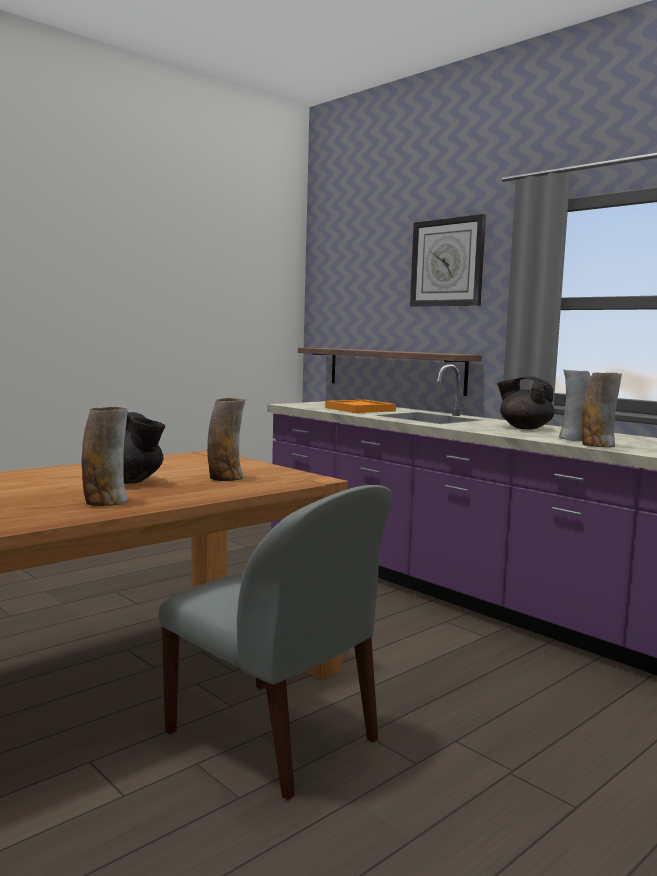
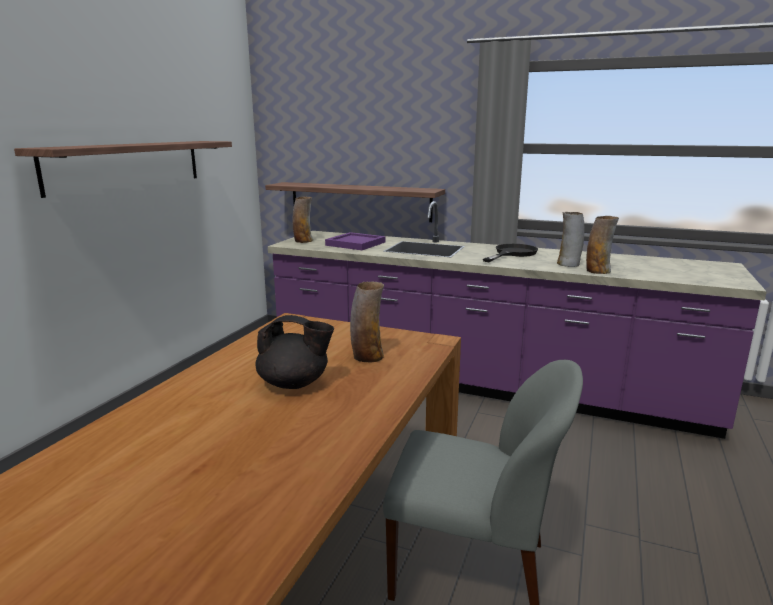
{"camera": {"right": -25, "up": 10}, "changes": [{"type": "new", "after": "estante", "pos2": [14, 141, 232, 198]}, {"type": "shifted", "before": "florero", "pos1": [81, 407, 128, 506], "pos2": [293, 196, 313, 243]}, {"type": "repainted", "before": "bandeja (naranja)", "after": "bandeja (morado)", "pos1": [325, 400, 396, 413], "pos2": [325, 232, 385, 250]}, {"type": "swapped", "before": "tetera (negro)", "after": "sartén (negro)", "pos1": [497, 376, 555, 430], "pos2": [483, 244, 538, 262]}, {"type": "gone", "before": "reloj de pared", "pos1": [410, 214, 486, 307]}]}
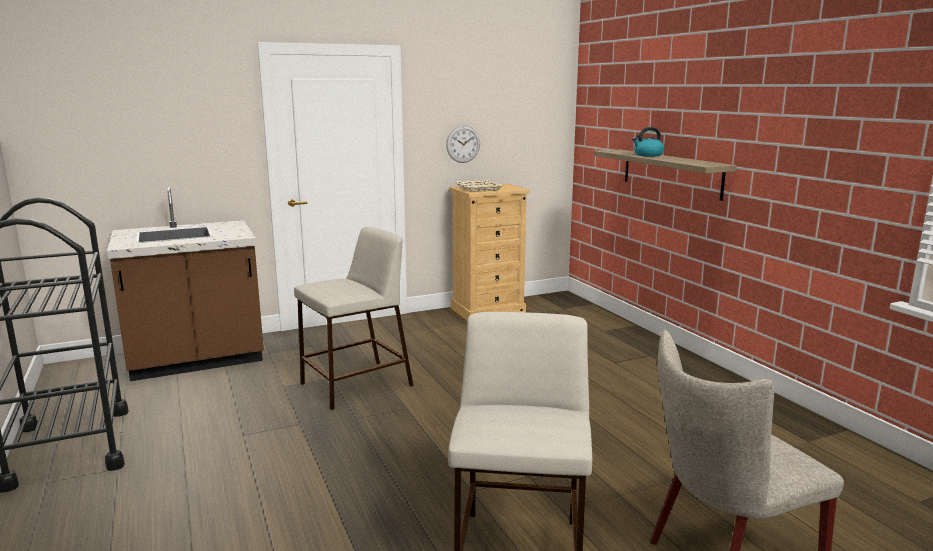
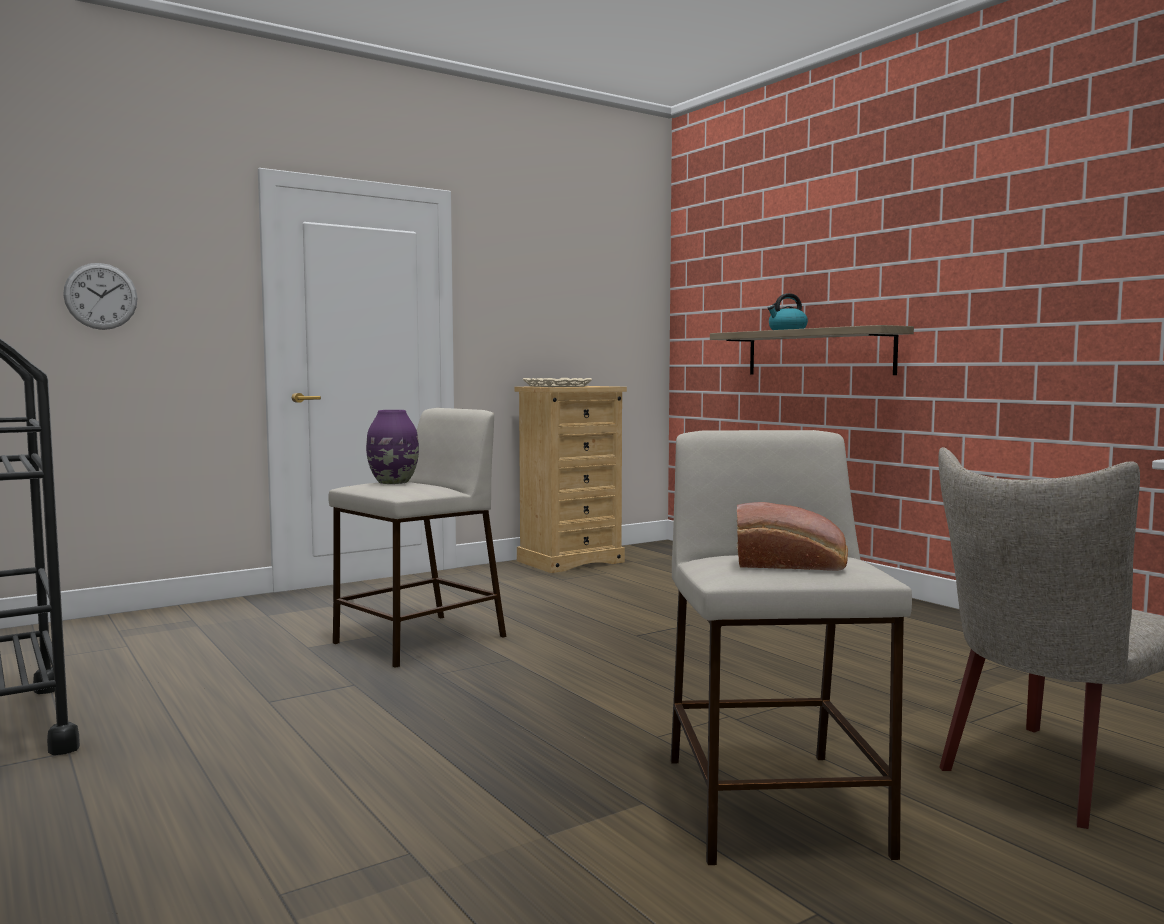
{"camera": {"right": -10, "up": -10}, "changes": [{"type": "shifted", "before": "reloj de pared", "pos1": [446, 126, 480, 163], "pos2": [63, 263, 138, 330]}, {"type": "new", "after": "florero (morado)", "pos2": [366, 410, 419, 484]}, {"type": "new", "after": "pan", "pos2": [736, 502, 848, 571]}, {"type": "gone", "before": "mueble bajo de cocina (marrón)", "pos1": [107, 187, 264, 381]}]}
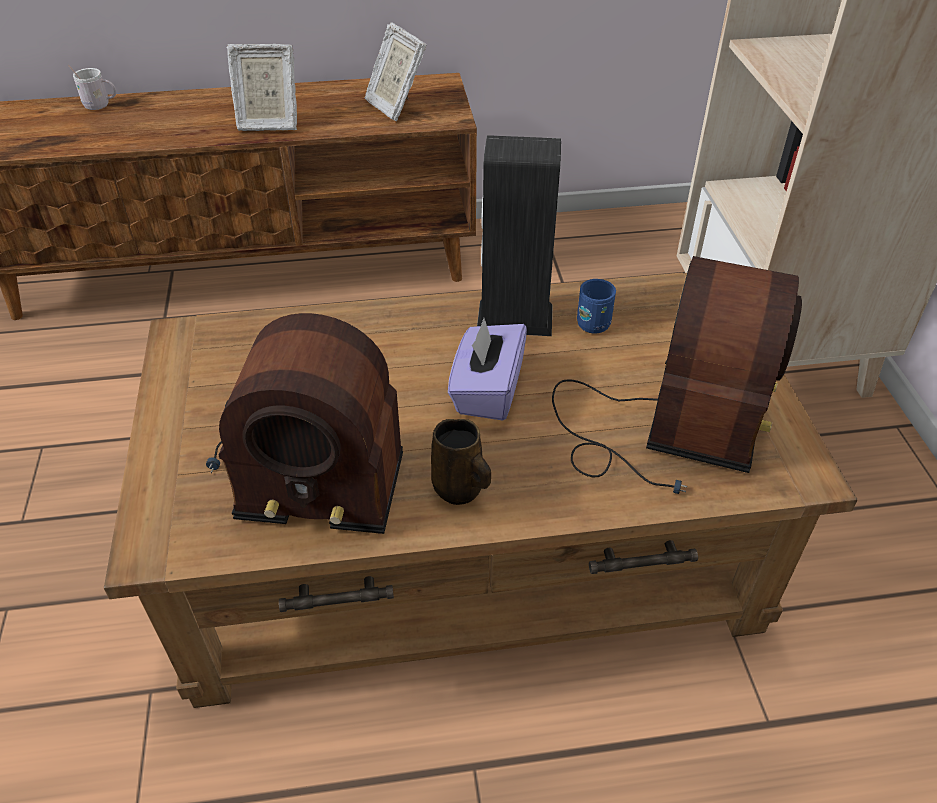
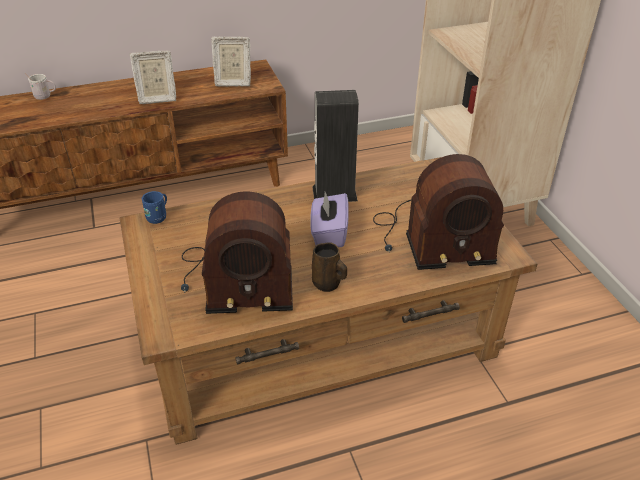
{"camera": {"right": -10, "up": -5}, "changes": [{"type": "shifted", "before": "taza grande (azul)", "pos1": [577, 279, 616, 333], "pos2": [142, 191, 167, 224]}, {"type": "rotated", "before": "portarretratos", "pos1": [364, 22, 427, 121], "pos2": [211, 37, 251, 87], "turn": -45}, {"type": "rotated", "before": "radio", "pos1": [552, 256, 802, 494], "pos2": [373, 154, 504, 270], "turn": 75}]}
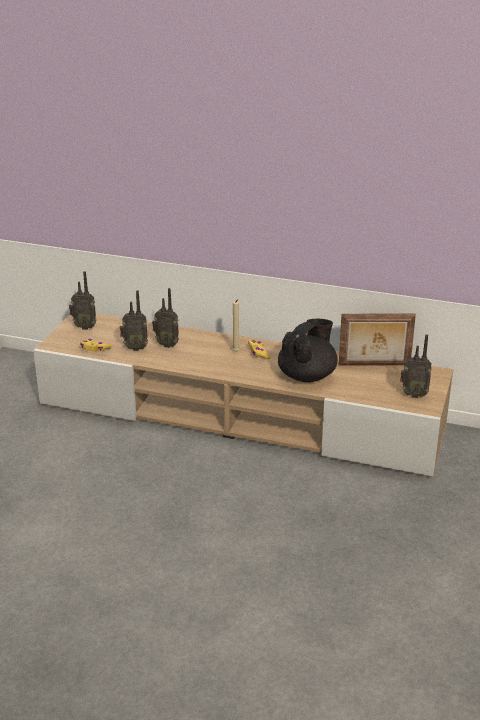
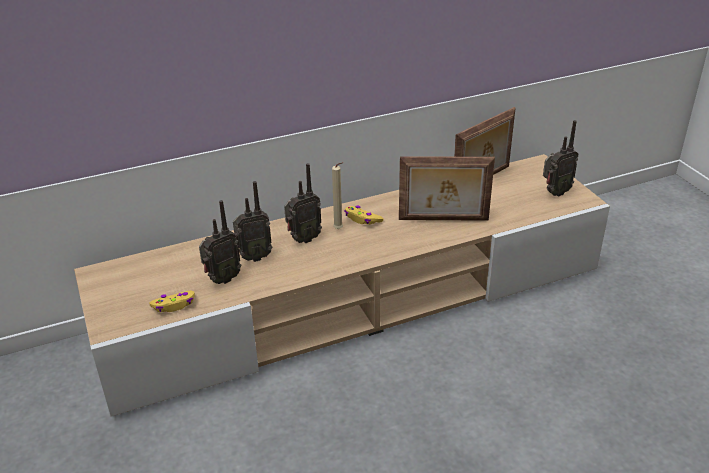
{"camera": {"right": -40, "up": 5}, "changes": [{"type": "shifted", "before": "radio", "pos1": [69, 271, 97, 330], "pos2": [284, 163, 322, 243]}, {"type": "swapped", "before": "tetera (negro)", "after": "portarretratos", "pos1": [278, 319, 338, 382], "pos2": [399, 156, 495, 221]}]}
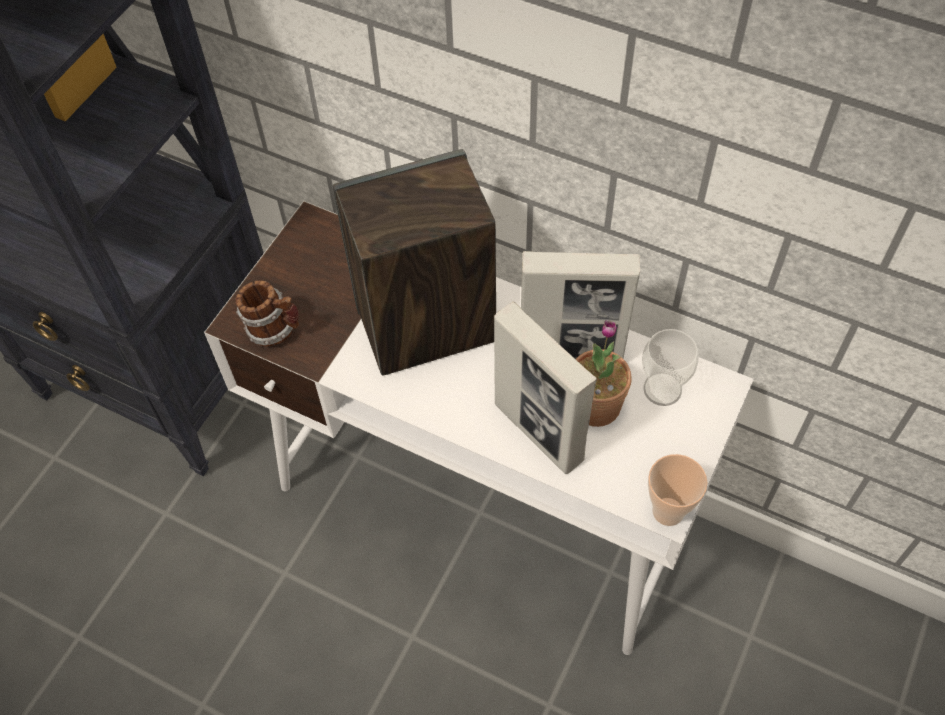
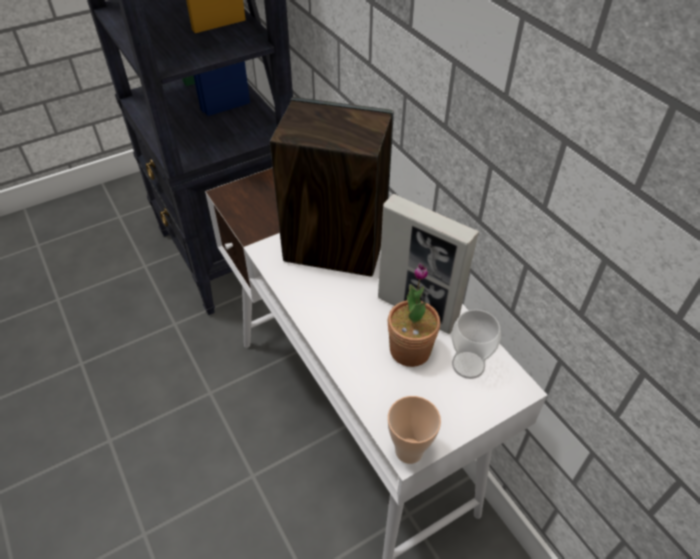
{"camera": {"right": 30, "up": -10}, "changes": [{"type": "gone", "before": "taza grande", "pos1": [236, 280, 299, 347]}, {"type": "gone", "before": "portarretratos", "pos1": [494, 302, 597, 474]}]}
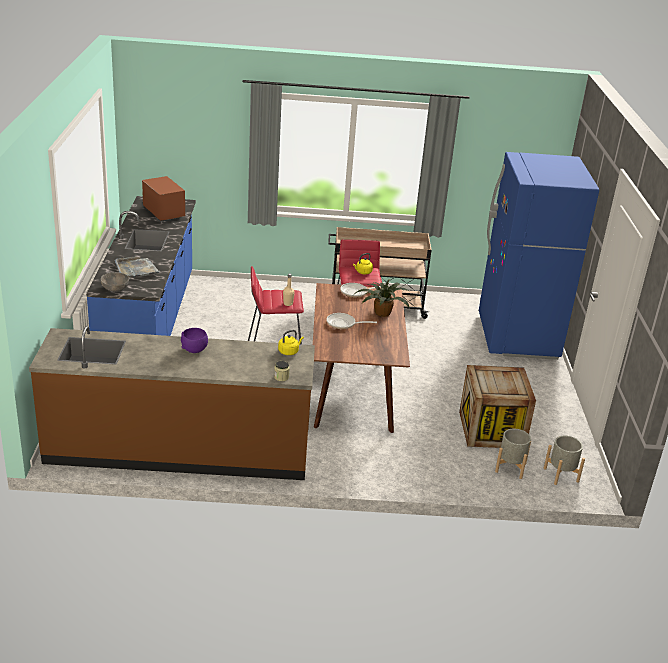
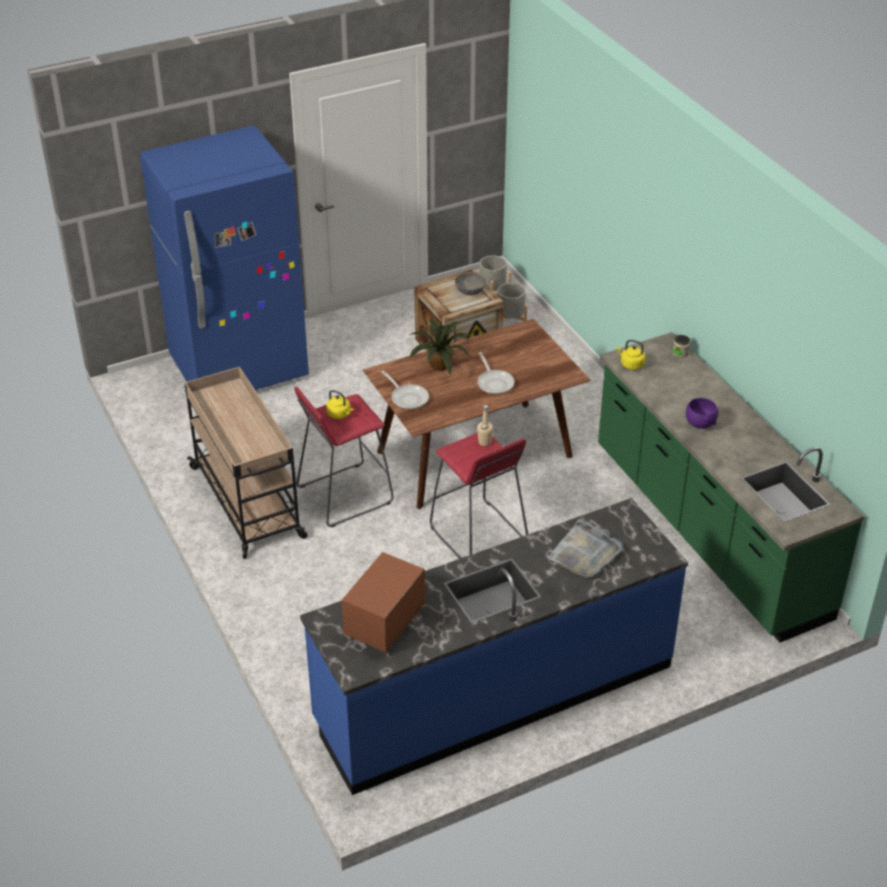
{"camera": {"right": -115, "up": 10}, "changes": [{"type": "shifted", "before": "cuenco (gris)", "pos1": [101, 272, 129, 292], "pos2": [455, 272, 486, 295]}, {"type": "repainted", "before": "mueble bajo de cocina (marrón)", "after": "mueble bajo de cocina (verde)", "pos1": [29, 326, 315, 480], "pos2": [598, 332, 864, 642]}]}
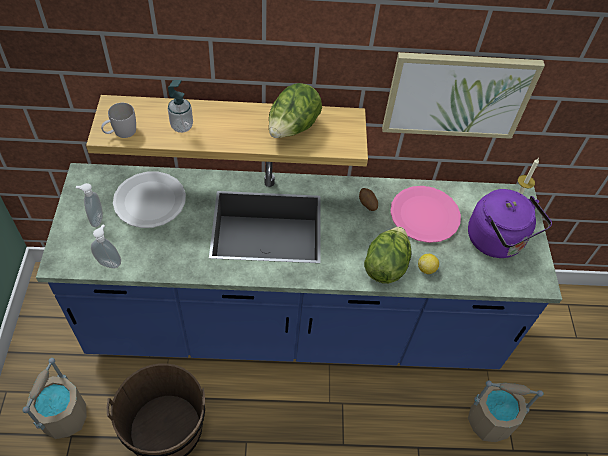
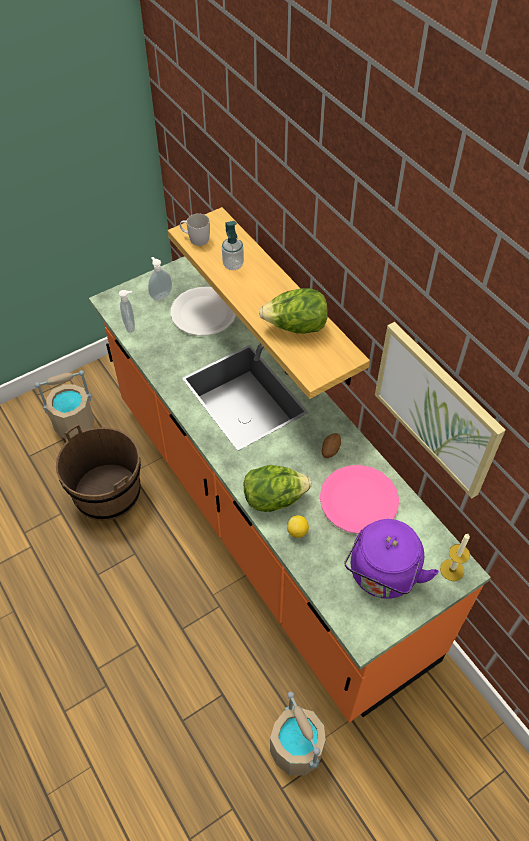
{"camera": {"right": 60, "up": 0}, "changes": [{"type": "repainted", "before": "mueble bajo de cocina (azul)", "after": "mueble bajo de cocina (naranja)", "pos1": [36, 162, 562, 369], "pos2": [89, 256, 491, 723]}]}
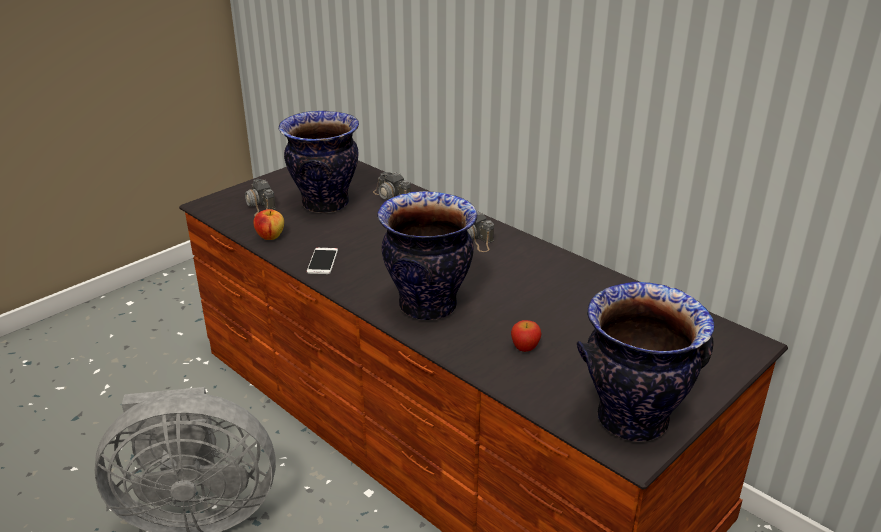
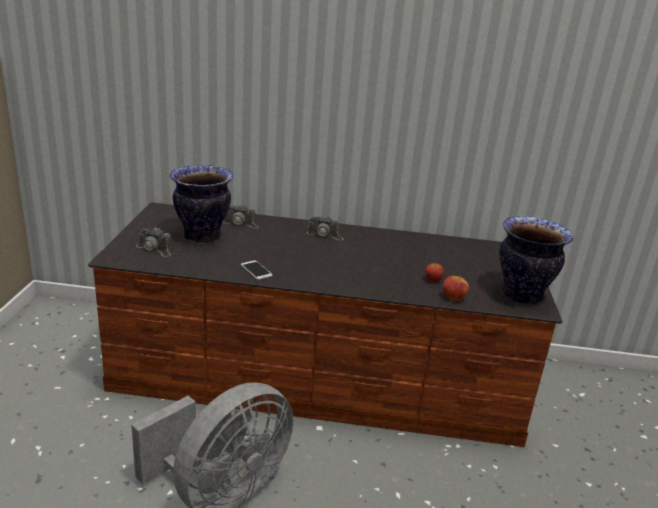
{"camera": {"right": -40, "up": -5}, "changes": [{"type": "shifted", "before": "manzana", "pos1": [253, 209, 284, 240], "pos2": [443, 276, 469, 301]}, {"type": "gone", "before": "florero", "pos1": [377, 191, 478, 320]}]}
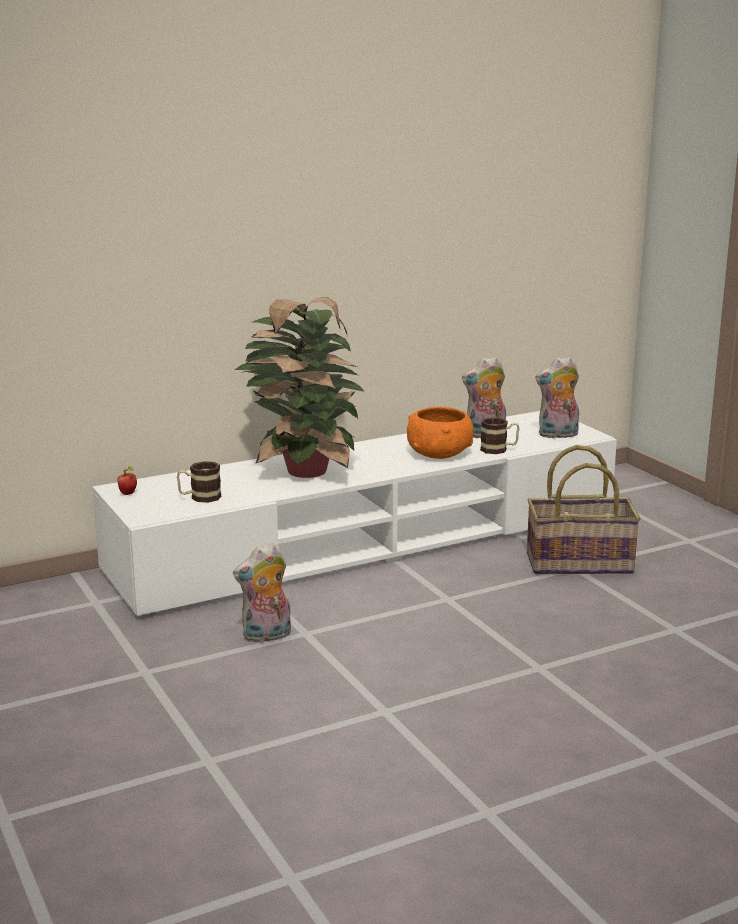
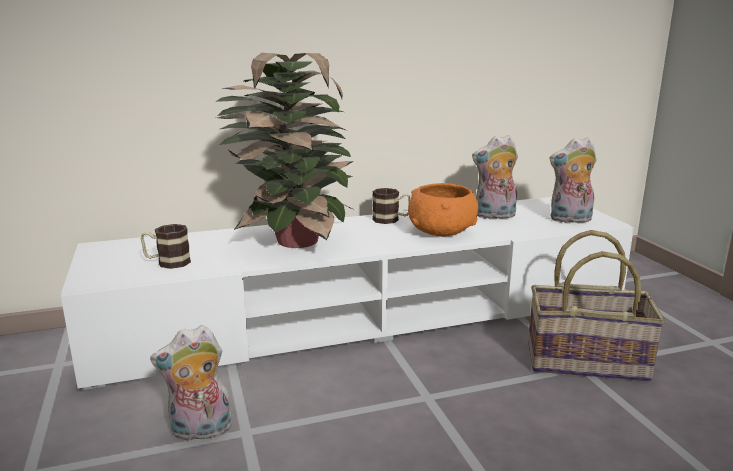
{"camera": {"right": 10, "up": 0}, "changes": [{"type": "shifted", "before": "taza grande", "pos1": [480, 418, 519, 454], "pos2": [372, 188, 411, 224]}, {"type": "gone", "before": "manzana", "pos1": [117, 466, 137, 495]}]}
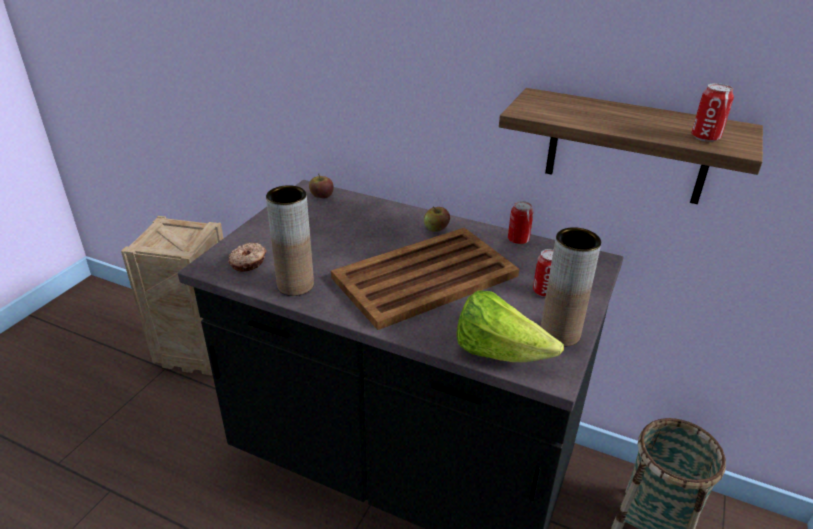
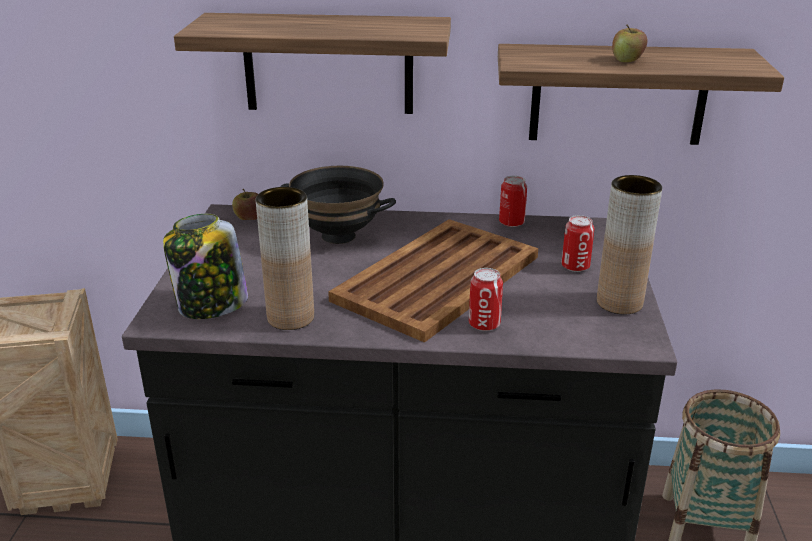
{"camera": {"right": -20, "up": -5}, "changes": [{"type": "swapped", "before": "rosquilla", "after": "tarro", "pos1": [228, 243, 266, 272], "pos2": [163, 214, 248, 319]}, {"type": "new", "after": "estante", "pos2": [174, 13, 451, 114]}, {"type": "new", "after": "cuenco (negro)", "pos2": [280, 166, 396, 244]}, {"type": "shifted", "before": "lata", "pos1": [691, 83, 734, 142], "pos2": [469, 268, 503, 331]}, {"type": "shifted", "before": "manzana", "pos1": [424, 206, 450, 232], "pos2": [612, 25, 648, 62]}, {"type": "gone", "before": "lechuga", "pos1": [456, 290, 564, 362]}]}
